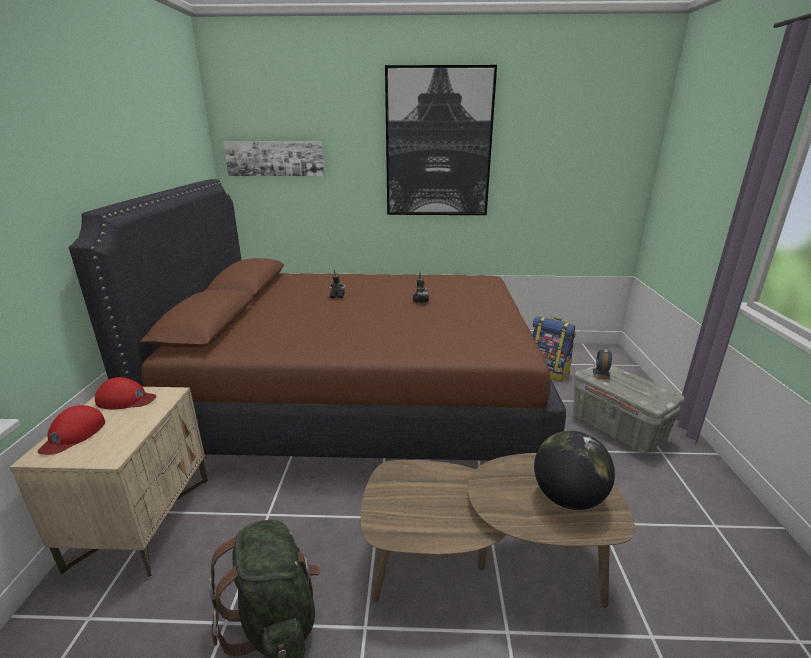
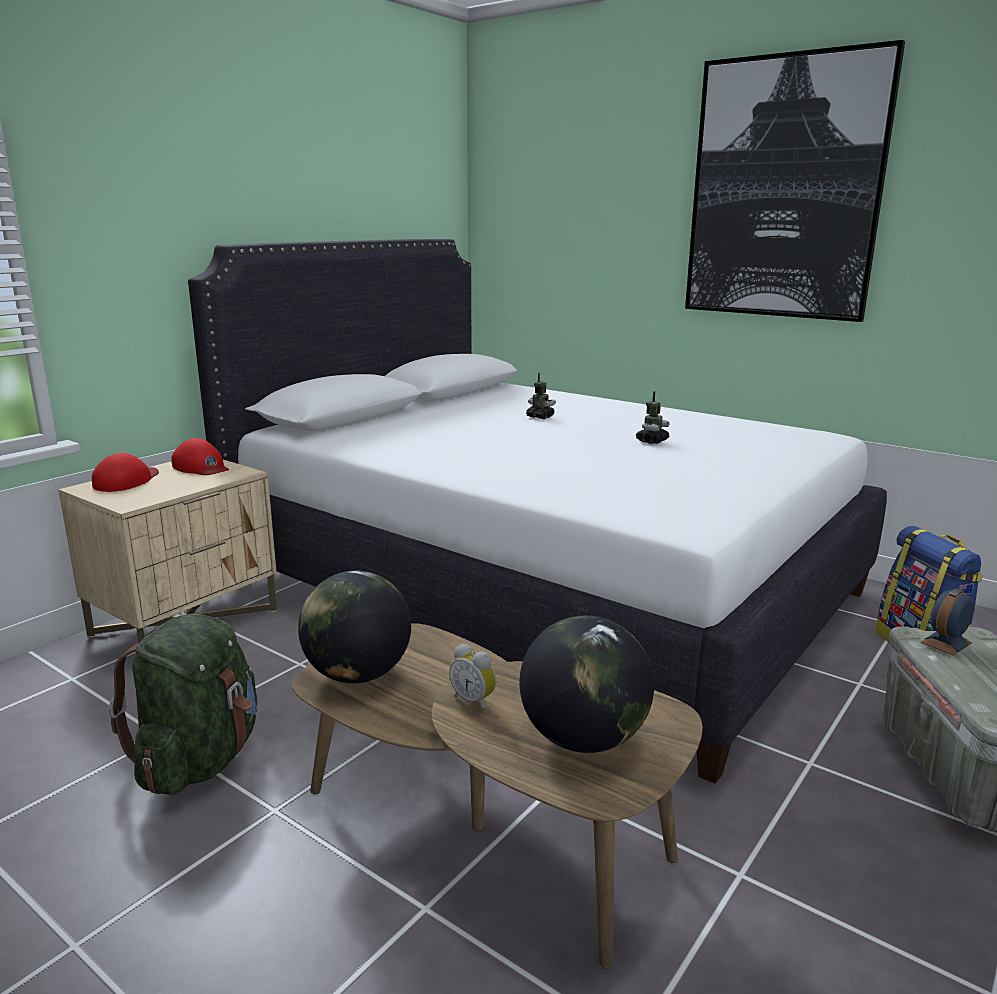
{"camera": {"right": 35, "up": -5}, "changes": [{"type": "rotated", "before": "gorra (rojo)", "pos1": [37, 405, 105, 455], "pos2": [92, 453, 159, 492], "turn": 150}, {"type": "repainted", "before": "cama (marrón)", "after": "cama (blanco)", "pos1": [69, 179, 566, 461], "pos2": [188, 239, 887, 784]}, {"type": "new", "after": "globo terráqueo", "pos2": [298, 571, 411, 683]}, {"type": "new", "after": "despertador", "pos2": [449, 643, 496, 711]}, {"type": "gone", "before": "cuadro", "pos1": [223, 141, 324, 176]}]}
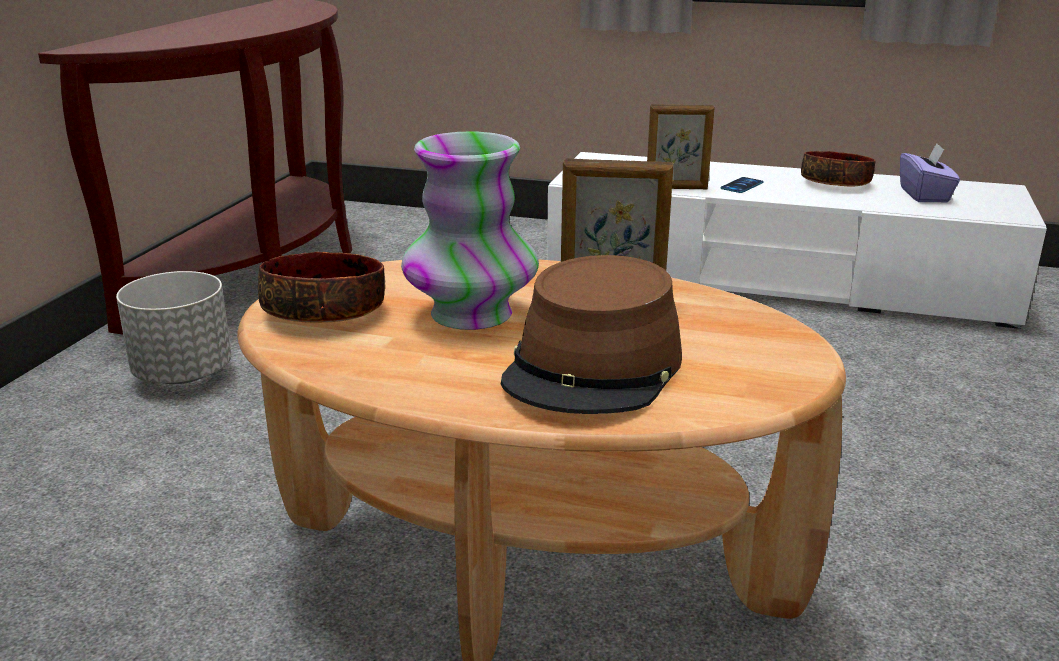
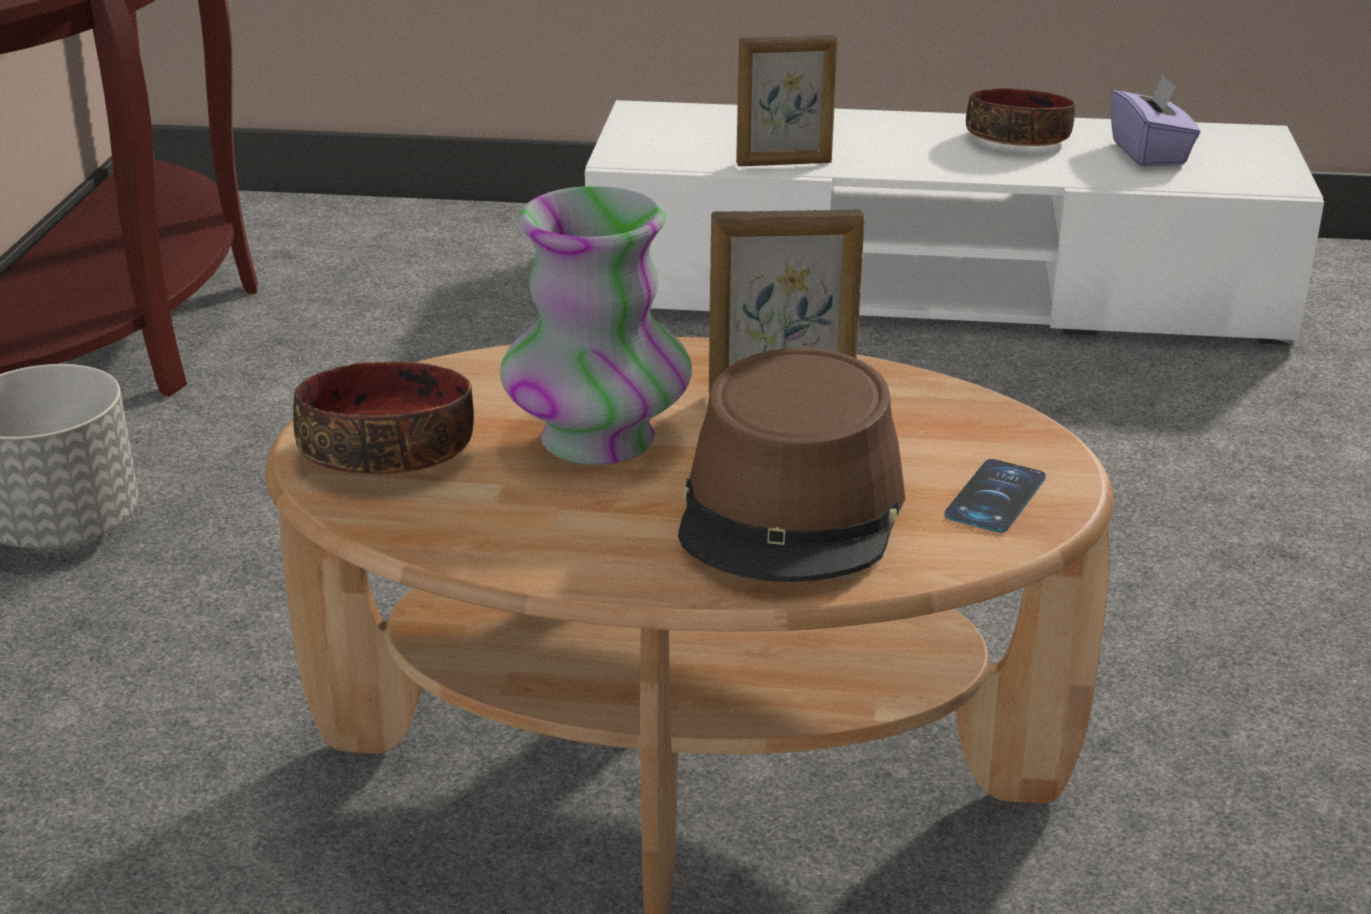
{"camera": {"right": -10, "up": 5}, "changes": [{"type": "shifted", "before": "móvil", "pos1": [720, 177, 764, 193], "pos2": [944, 459, 1046, 533]}]}
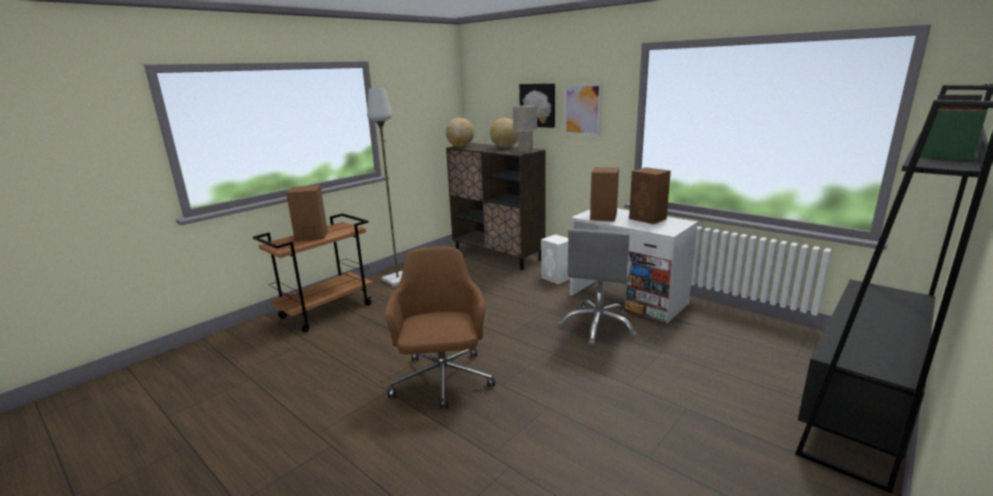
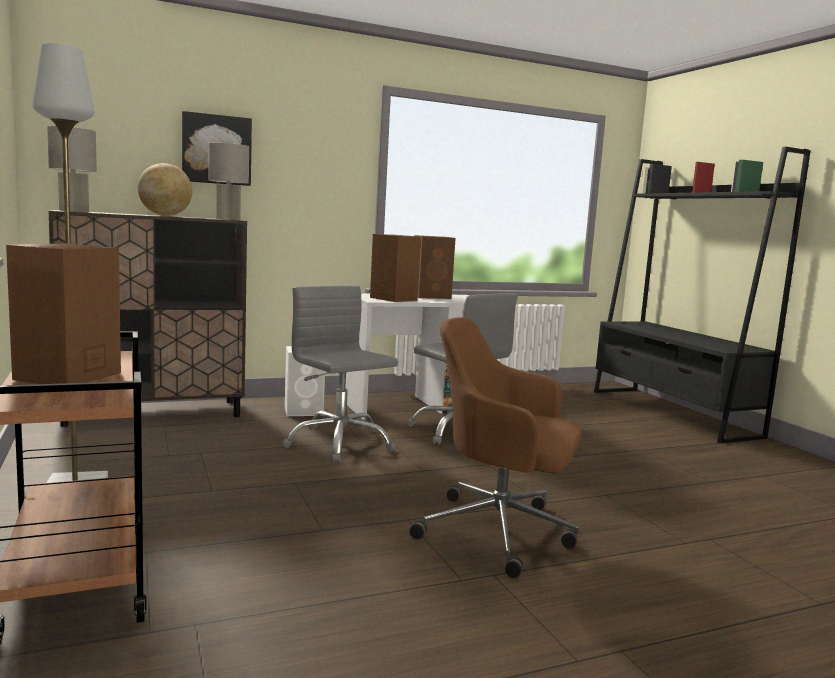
{"camera": {"right": -65, "up": -10}, "changes": [{"type": "swapped", "before": "globo terráqueo", "after": "lámpara de mesa (gris)", "pos1": [446, 118, 474, 147], "pos2": [47, 126, 97, 212]}, {"type": "new", "after": "silla de oficina (gris)", "pos2": [282, 285, 398, 463]}, {"type": "gone", "before": "cuadro", "pos1": [564, 84, 602, 136]}]}
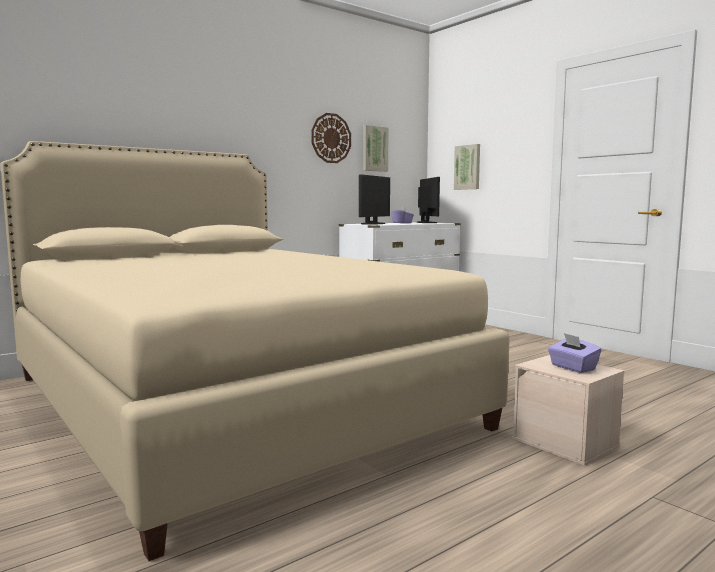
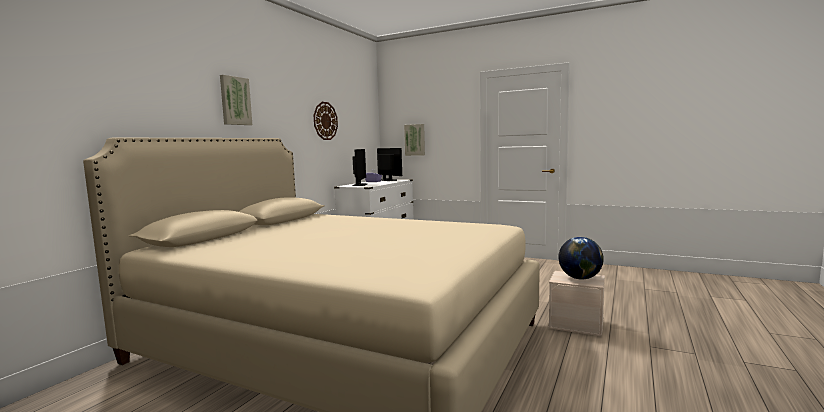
{"camera": {"right": -25, "up": 0}, "changes": [{"type": "shifted", "before": "cuadro", "pos1": [363, 125, 389, 172], "pos2": [220, 75, 252, 125]}, {"type": "swapped", "before": "caja de pañuelos (morado)", "after": "globo terráqueo", "pos1": [548, 333, 601, 373], "pos2": [558, 237, 604, 279]}]}
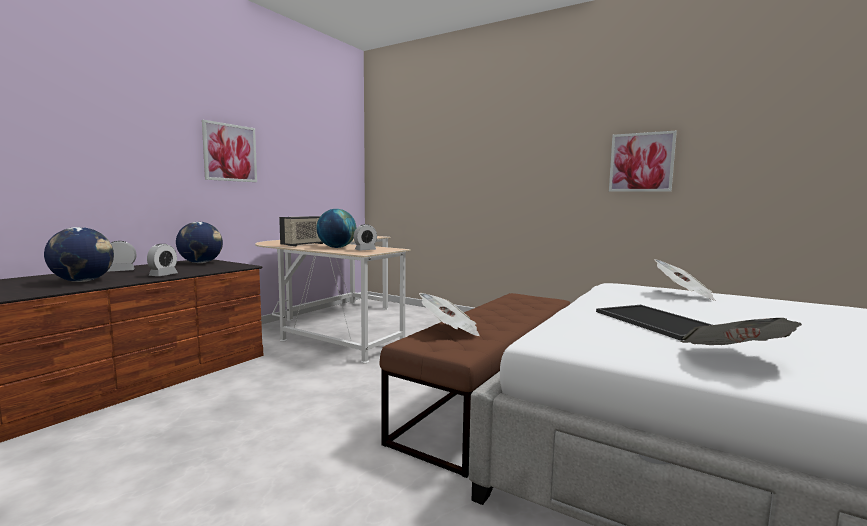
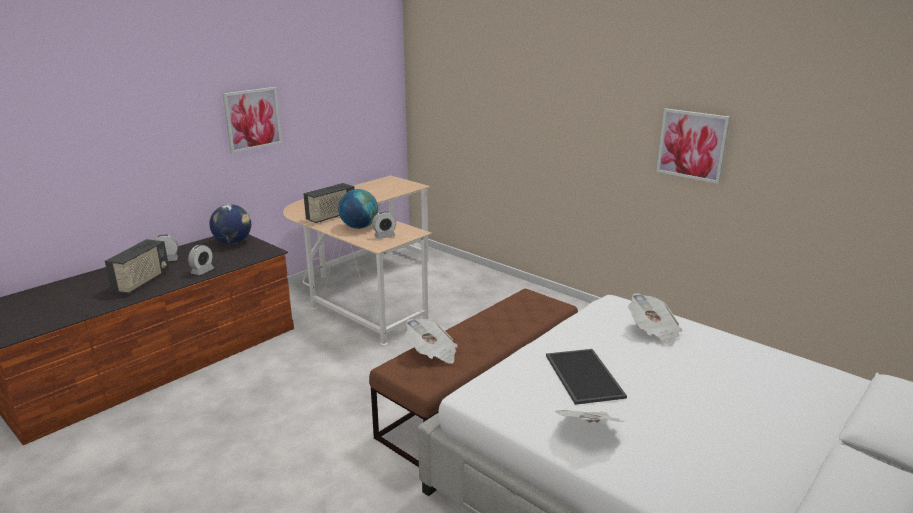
{"camera": {"right": 10, "up": 15}, "changes": [{"type": "swapped", "before": "globo terráqueo", "after": "radio", "pos1": [44, 227, 114, 282], "pos2": [105, 239, 169, 294]}]}
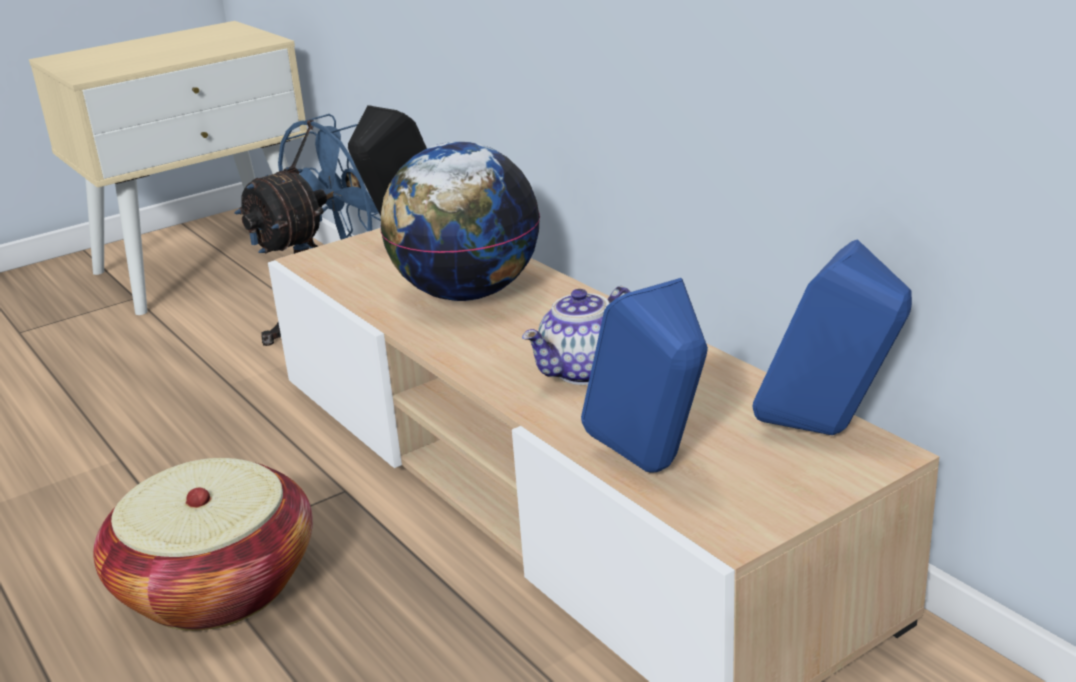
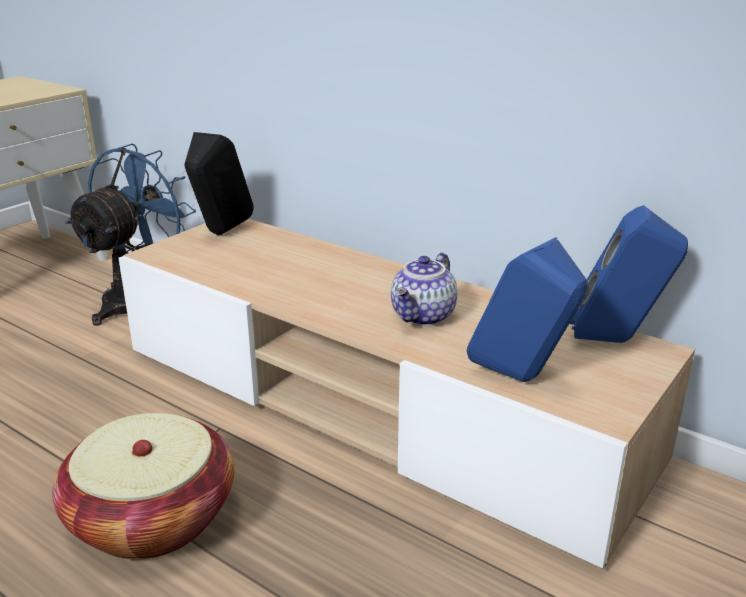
{"camera": {"right": -20, "up": 0}, "changes": [{"type": "gone", "before": "globo terráqueo", "pos1": [380, 142, 540, 301]}]}
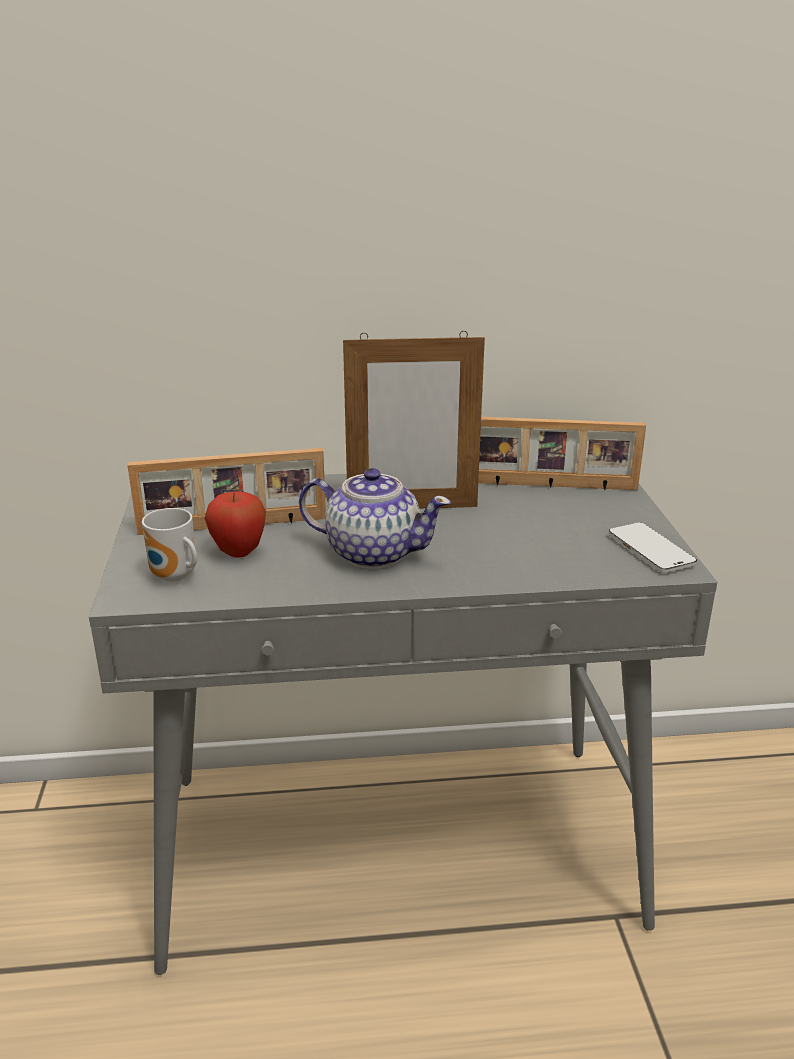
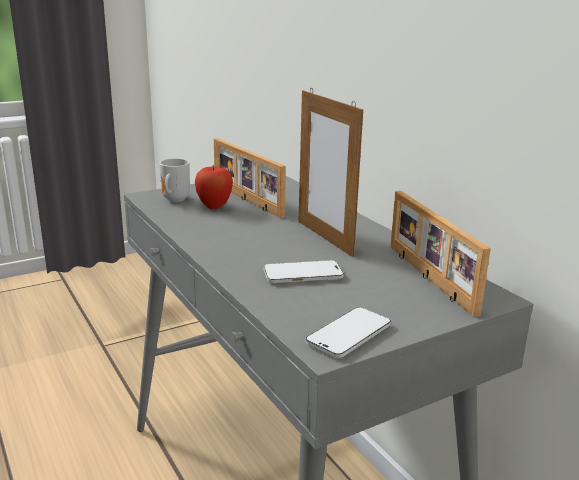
{"camera": {"right": 65, "up": -5}, "changes": [{"type": "new", "after": "móvil", "pos2": [263, 260, 344, 283]}, {"type": "gone", "before": "tetera", "pos1": [299, 468, 451, 569]}]}
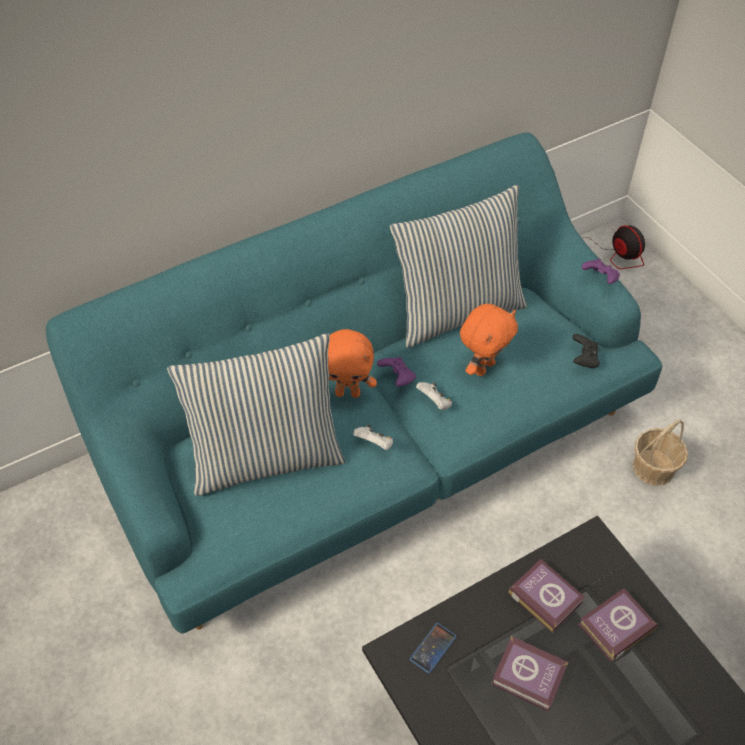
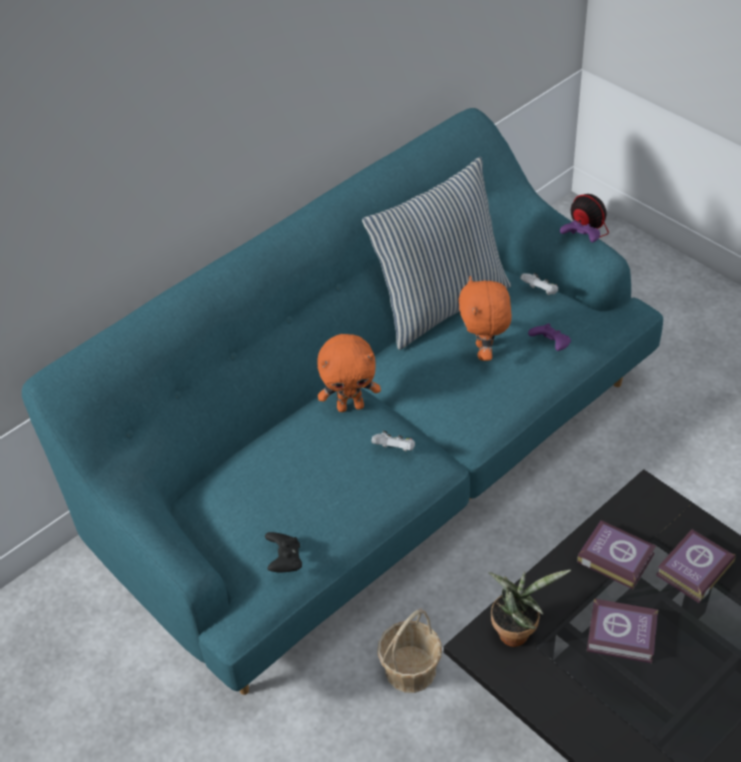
{"camera": {"right": -10, "up": -5}, "changes": [{"type": "shifted", "before": "mando de consola (negro)", "pos1": [573, 334, 600, 368], "pos2": [265, 532, 302, 573]}, {"type": "shifted", "before": "cesta", "pos1": [633, 420, 688, 486], "pos2": [377, 608, 442, 693]}, {"type": "rotated", "before": "peluche (naranja)", "pos1": [460, 304, 518, 376], "pos2": [459, 276, 512, 361], "turn": 150}, {"type": "swapped", "before": "móvil", "after": "planta en maceta", "pos1": [409, 623, 457, 674], "pos2": [488, 570, 571, 647]}, {"type": "shifted", "before": "mando de consola (blanco)", "pos1": [416, 382, 452, 410], "pos2": [520, 273, 558, 295]}, {"type": "shifted", "before": "mando de consola (morado)", "pos1": [377, 357, 416, 387], "pos2": [528, 323, 571, 351]}, {"type": "gone", "before": "cojín", "pos1": [167, 333, 346, 496]}]}
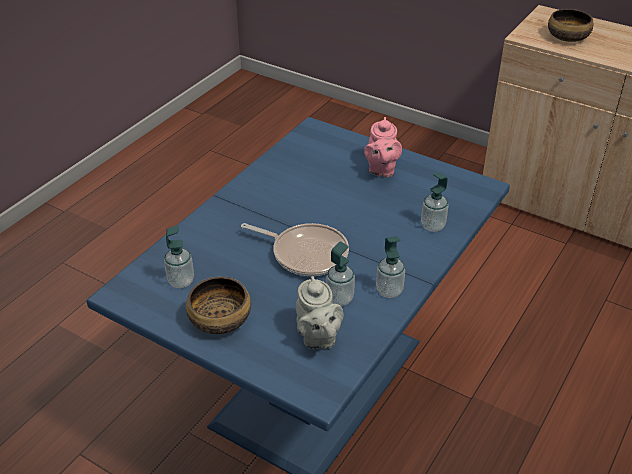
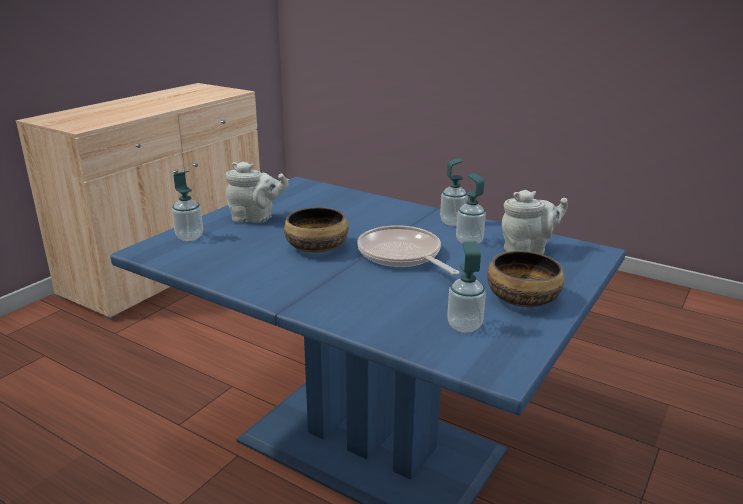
{"camera": {"right": -90, "up": -15}, "changes": [{"type": "shifted", "before": "dispensador de jabón", "pos1": [421, 173, 449, 232], "pos2": [172, 171, 203, 241]}, {"type": "repainted", "before": "tetera (rosa)", "after": "tetera (gris)", "pos1": [364, 117, 402, 177], "pos2": [226, 162, 289, 223]}, {"type": "shifted", "before": "cuenco", "pos1": [548, 9, 593, 42], "pos2": [284, 207, 348, 253]}, {"type": "rotated", "before": "sartén", "pos1": [241, 223, 349, 276], "pos2": [357, 225, 459, 275], "turn": -60}]}
